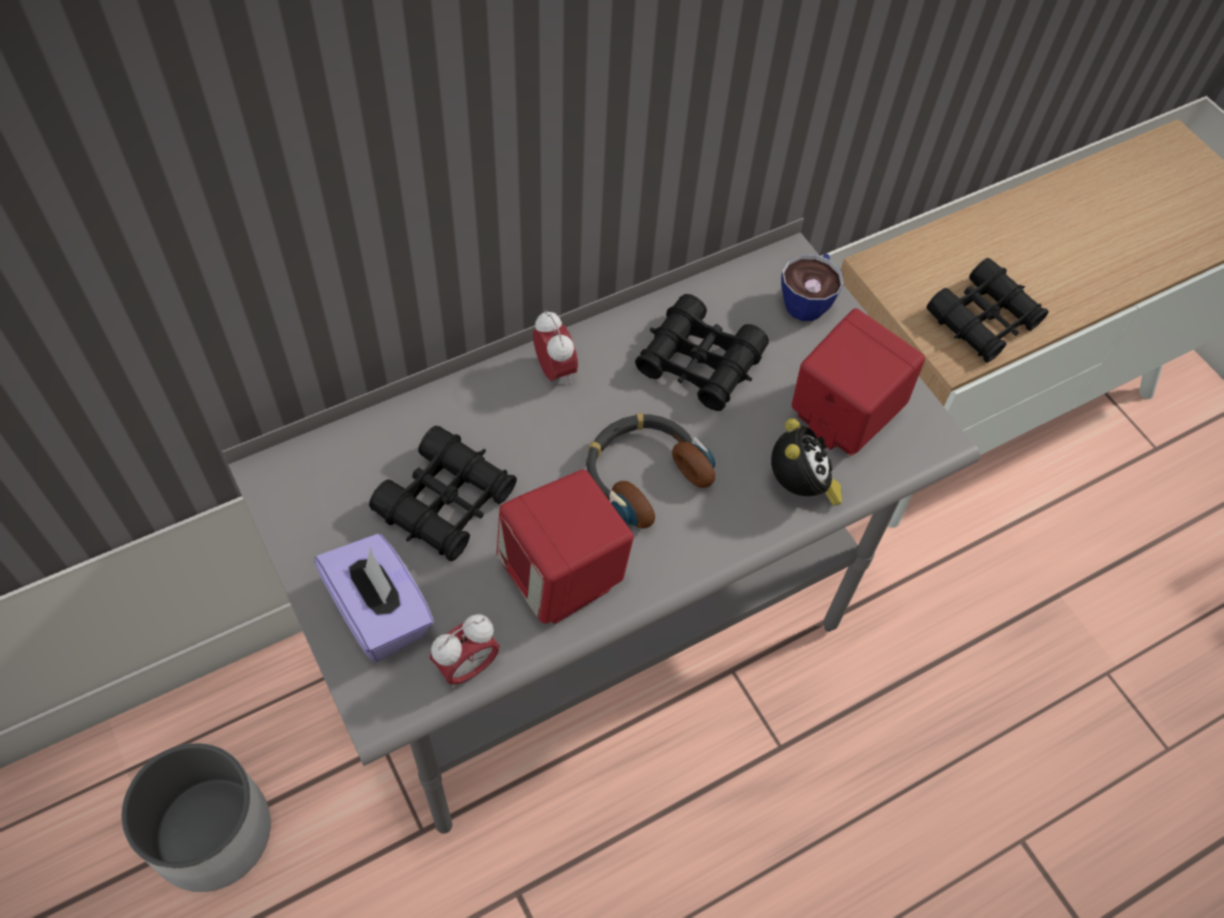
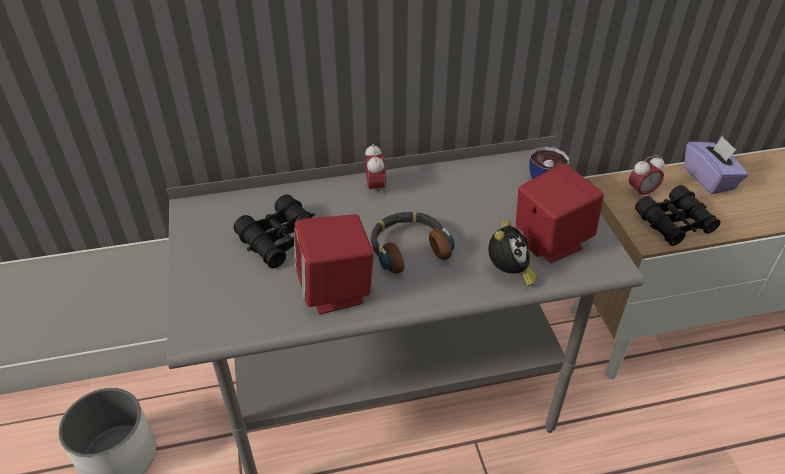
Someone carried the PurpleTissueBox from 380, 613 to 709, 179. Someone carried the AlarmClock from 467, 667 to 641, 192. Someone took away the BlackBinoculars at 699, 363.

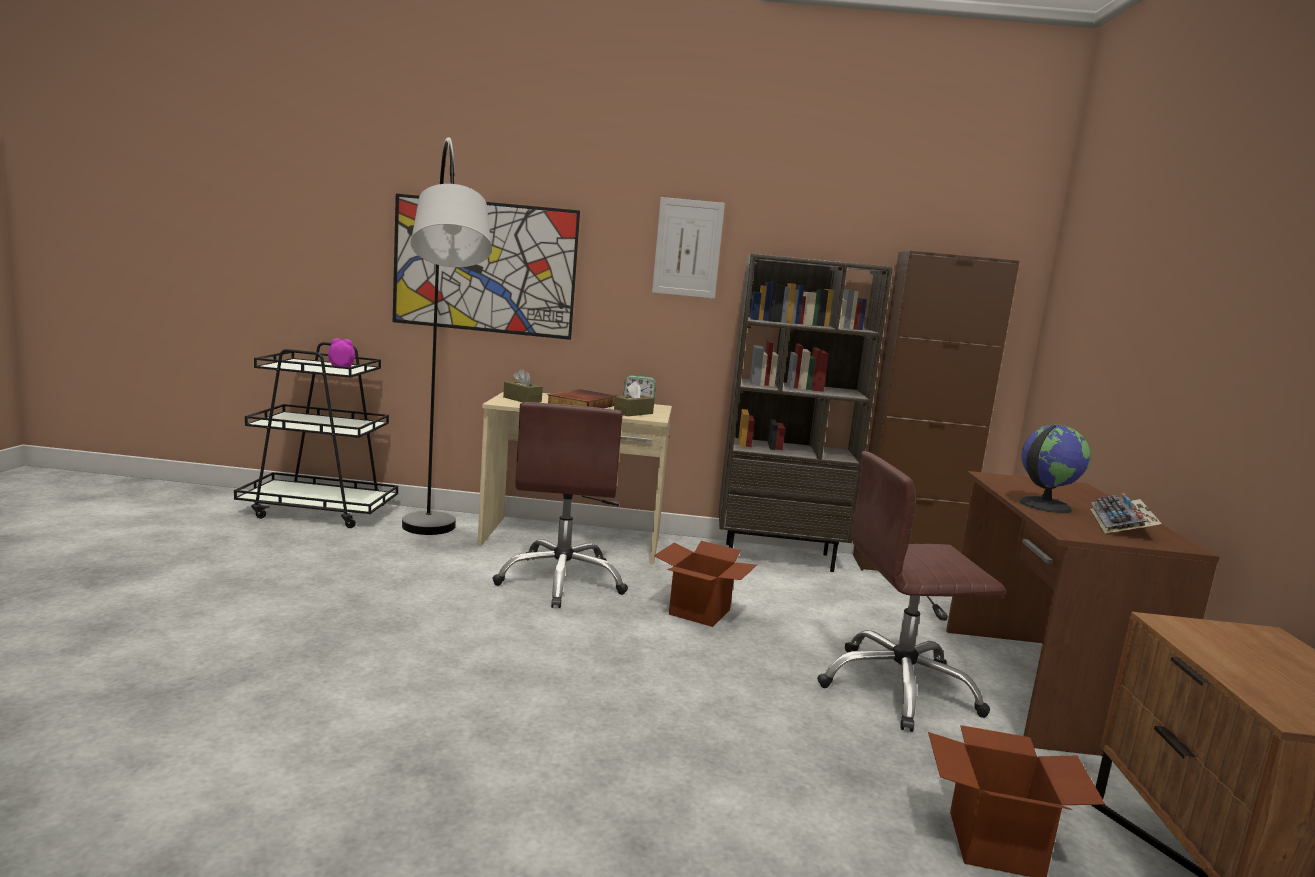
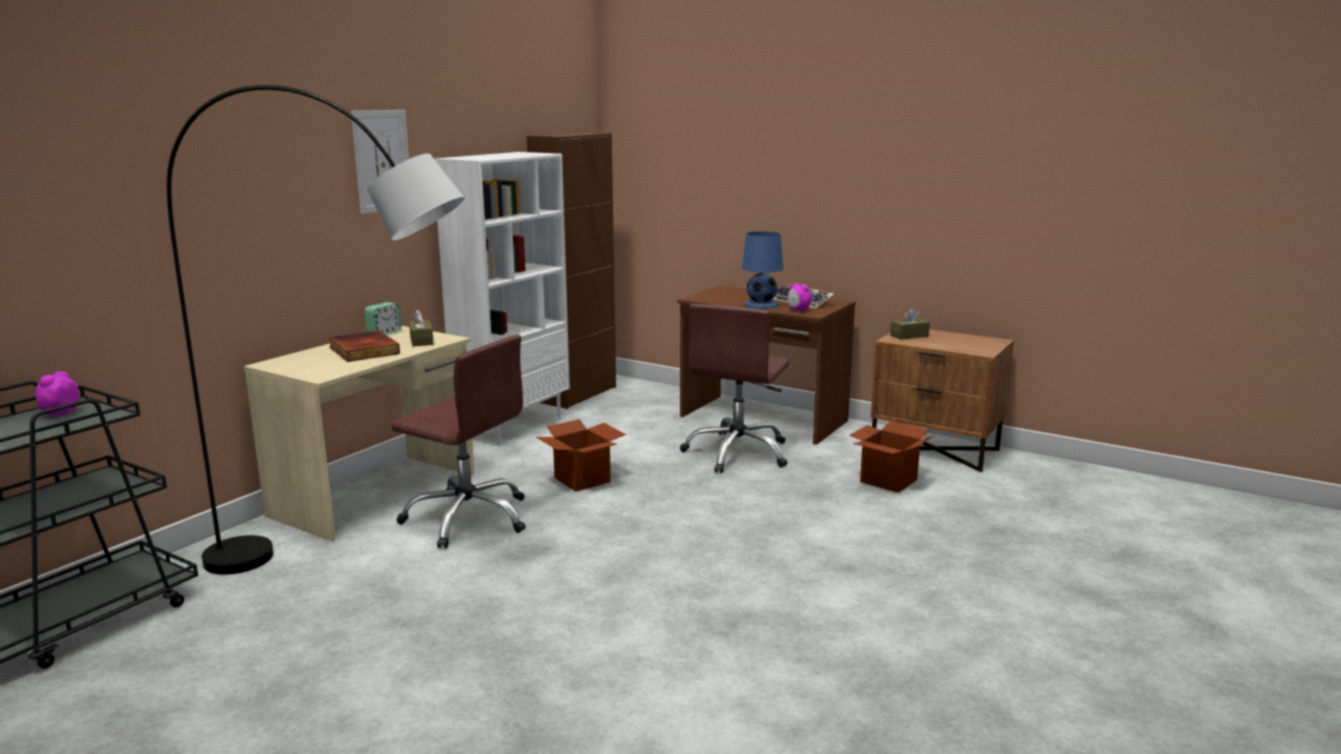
Someone took away the Picture at 484, 267. Someone carried the BrownTissueBox from 522, 399 to 909, 336. Someone repainted the BrownBookcase at 779, 557, which became the WhiteBookcase at 513, 426. Someone swapped the Globe at 1044, 505 for the BlueTableLamp at 761, 304. Someone put down the AlarmClock at 798, 310.

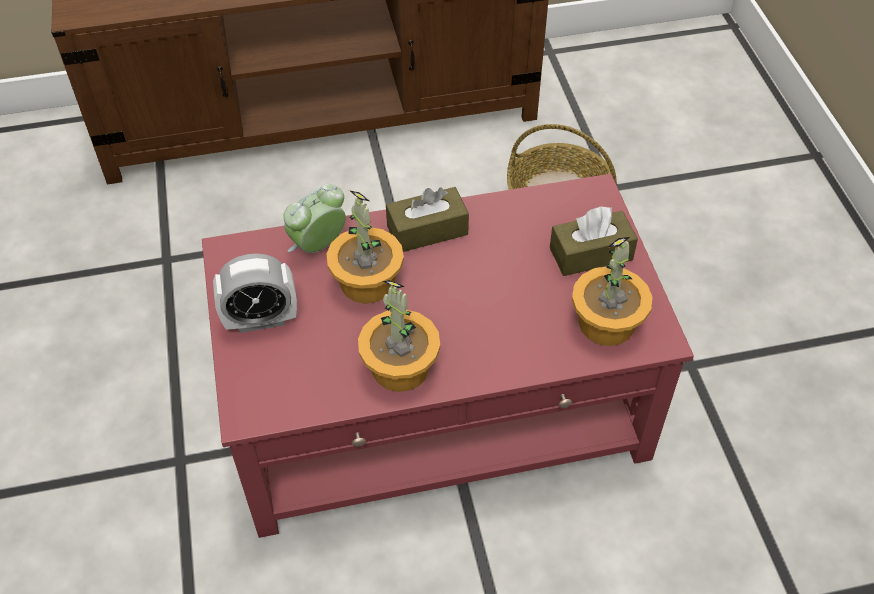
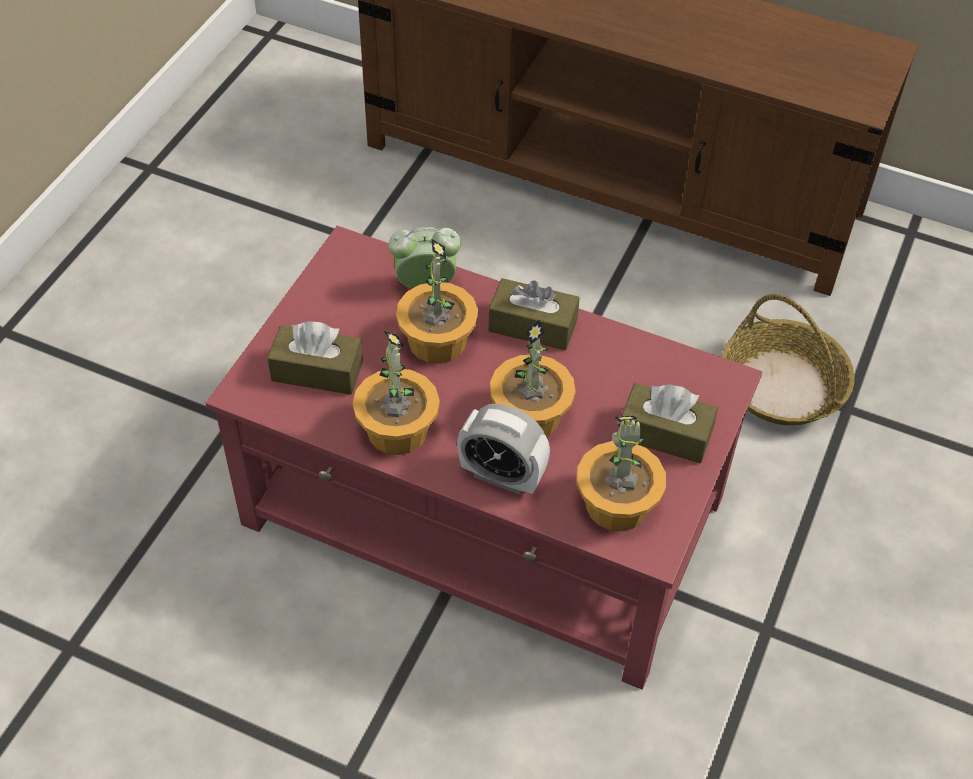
Someone carried the AlarmClock from 261, 320 to 502, 476. Someone put down the BrownTissueBox at 317, 371. Someone put down the PottedPlant at 531, 415.

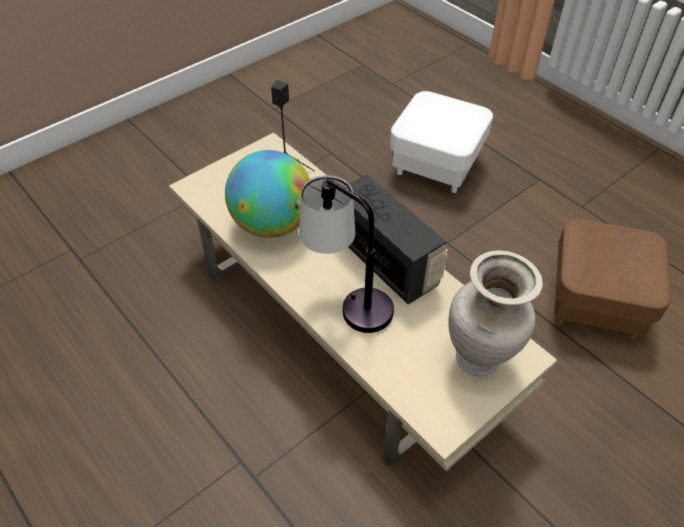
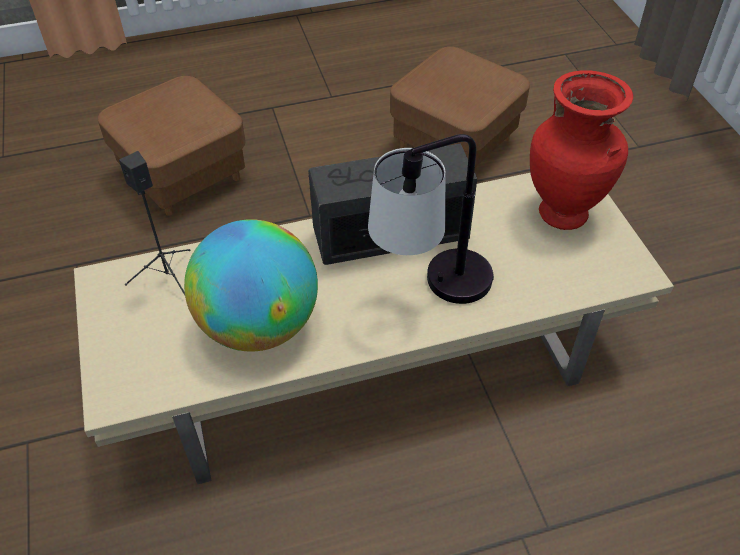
Someone repainted the WhiteOttoman at 436, 164, which became the BrownOttoman at 183, 175. Someone repainted the BeigeVase at 479, 359, which became the RedVase at 563, 213.

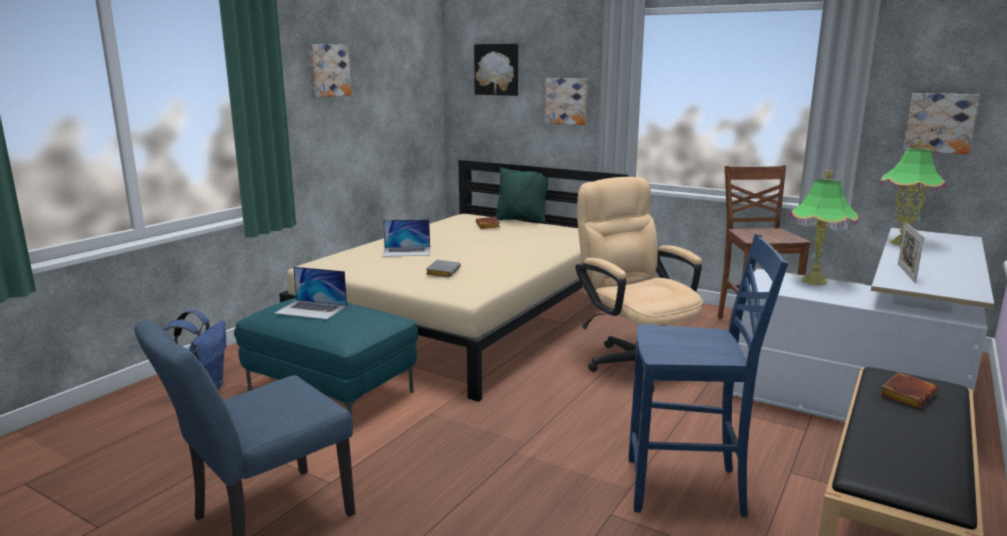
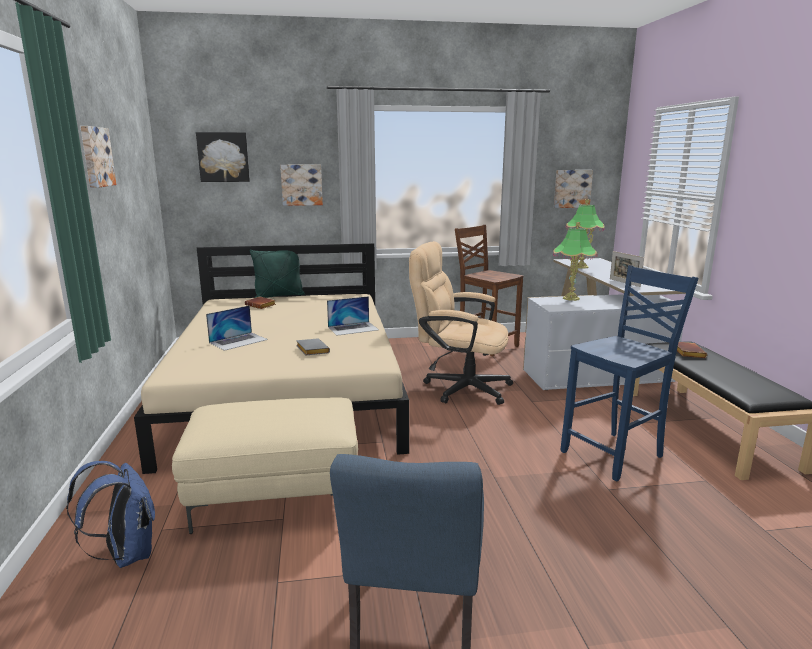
Someone repainted the TurquoiseOttoman at 332, 392, which became the BeigeOttoman at 276, 496. Someone carried the Laptop from 311, 309 to 353, 328.

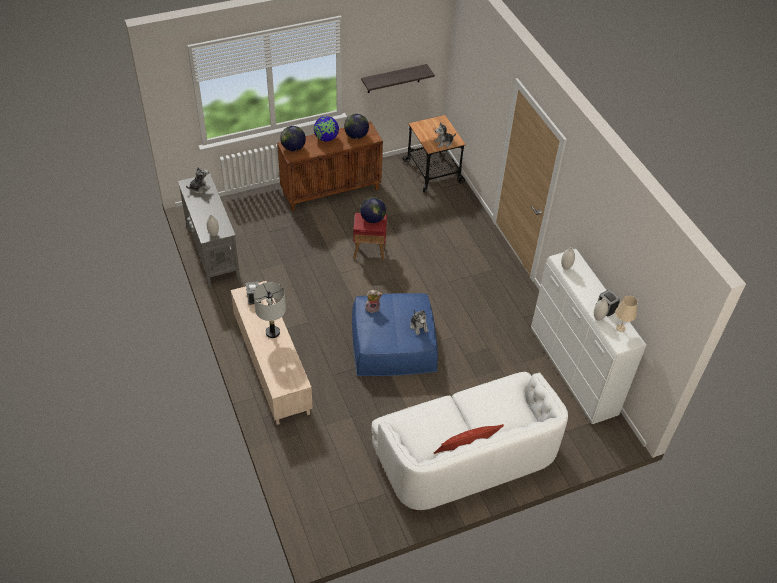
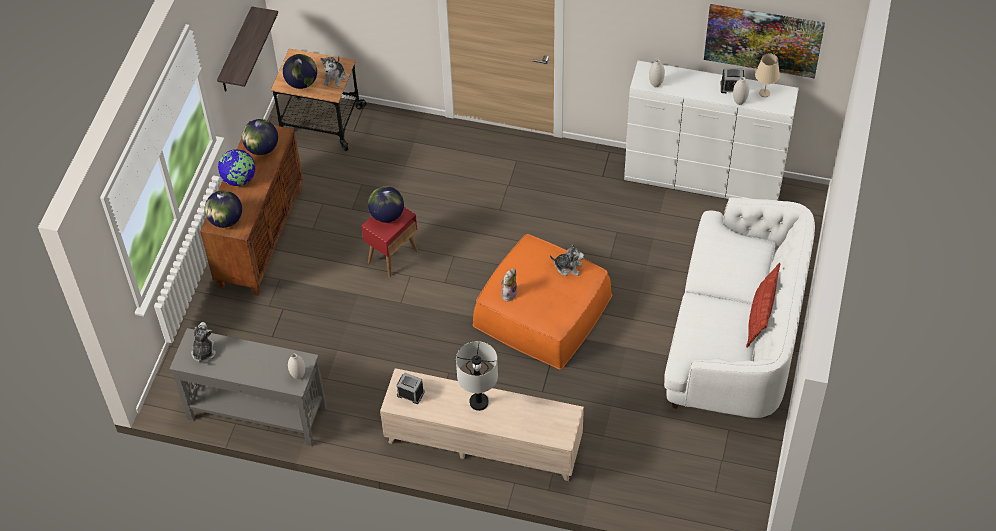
Someone repainted the BlueOttoman at 393, 342, which became the OrangeOttoman at 542, 310. Someone put down the Globe at 301, 83. Someone put up the Picture at 763, 40.

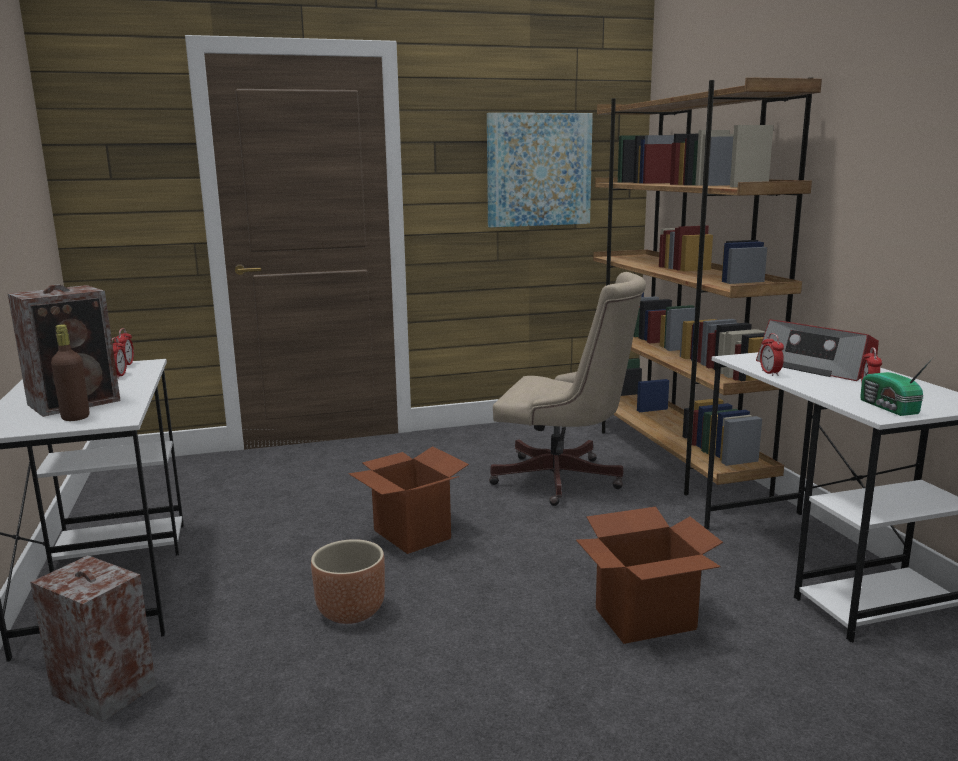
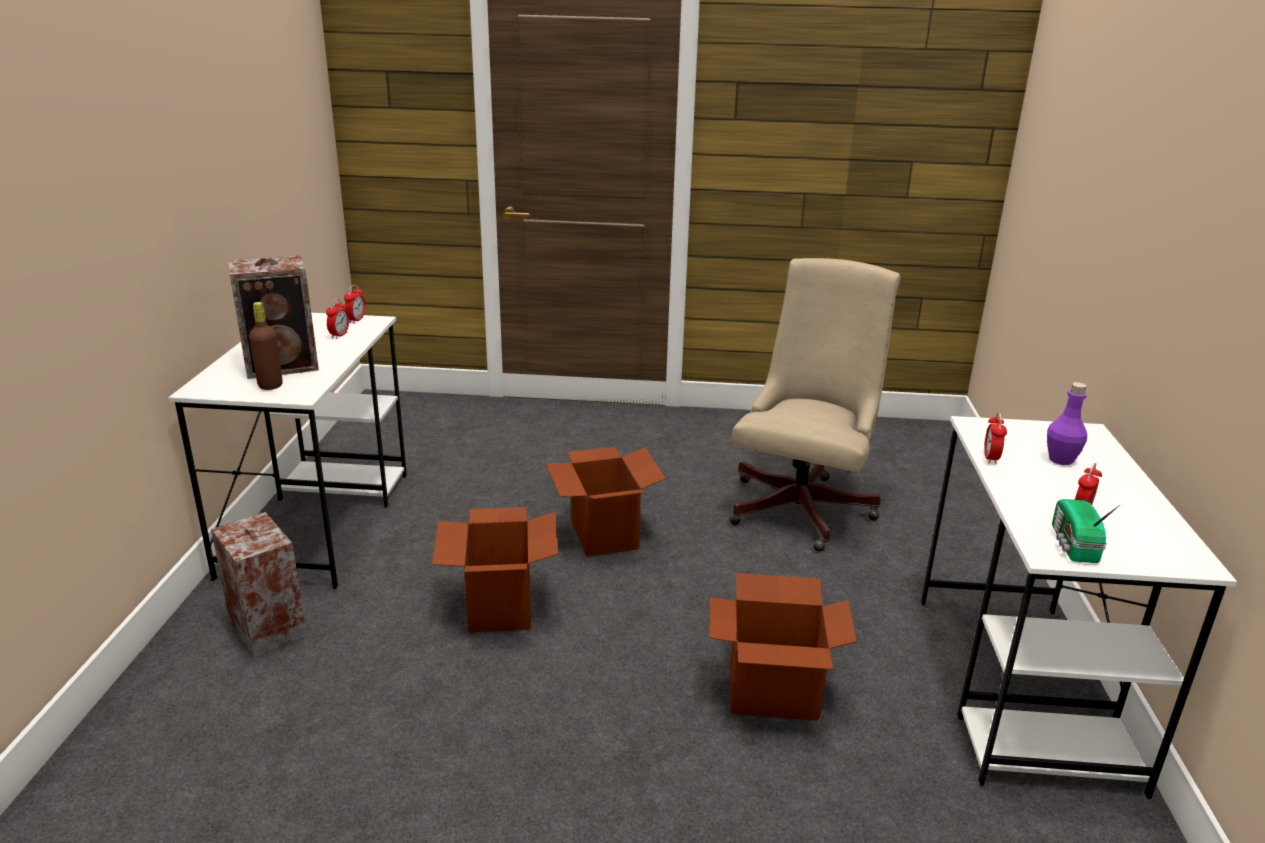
Someone swapped the BrownPlanter at 351, 611 for the CardboardBox at 500, 607. Someone took away the Picture at 538, 170. Someone rotated the BeigeOfficeChair at 565, 481 by 105 degrees counterclockwise. Someone took away the BrownBookcase at 672, 456. Someone swapped the Radio at 816, 367 for the PurpleBottle at 1060, 459.

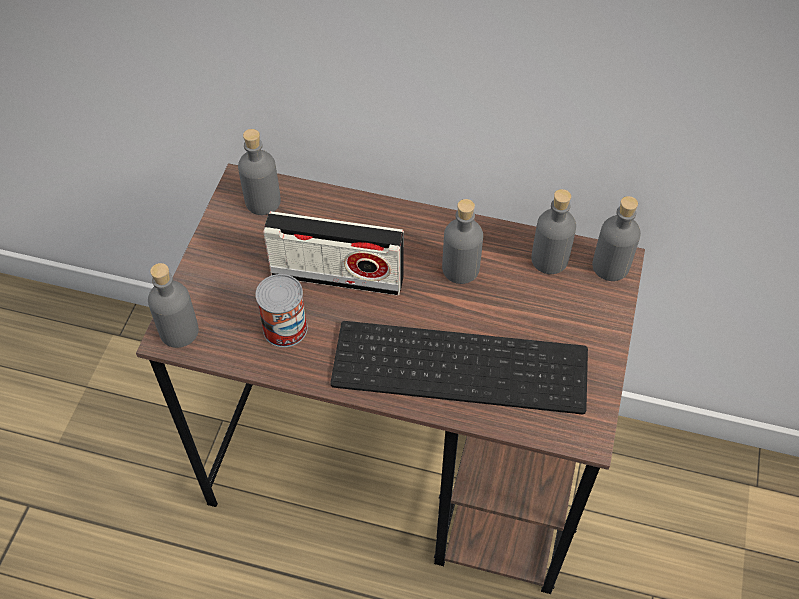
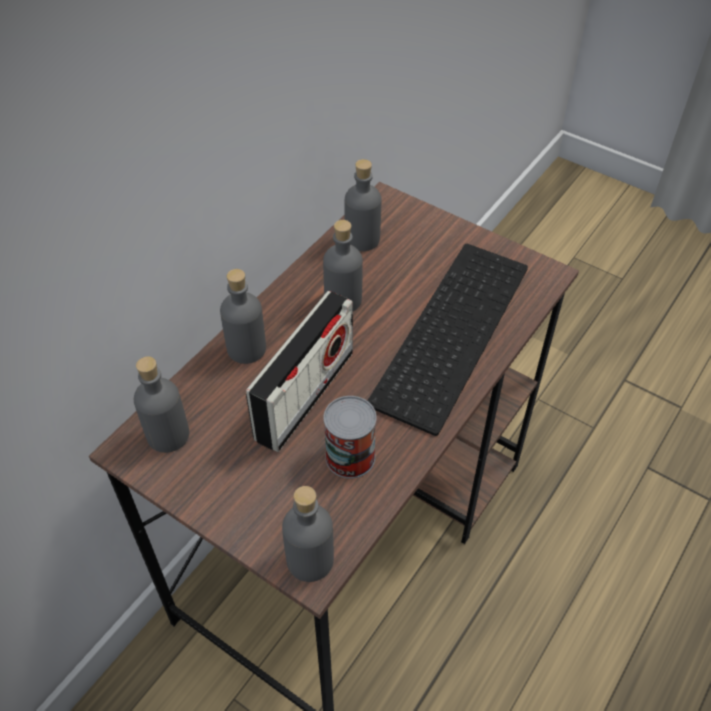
Someone carried the GreyBottle from 610, 266 to 246, 349.

